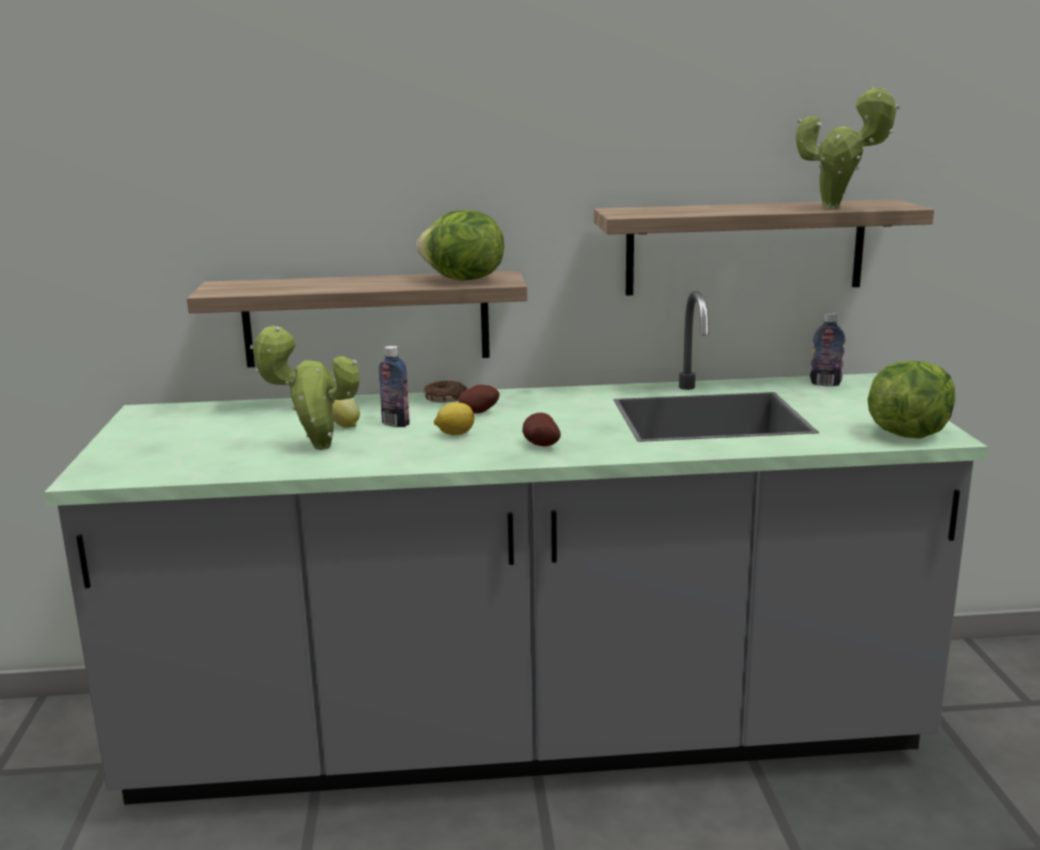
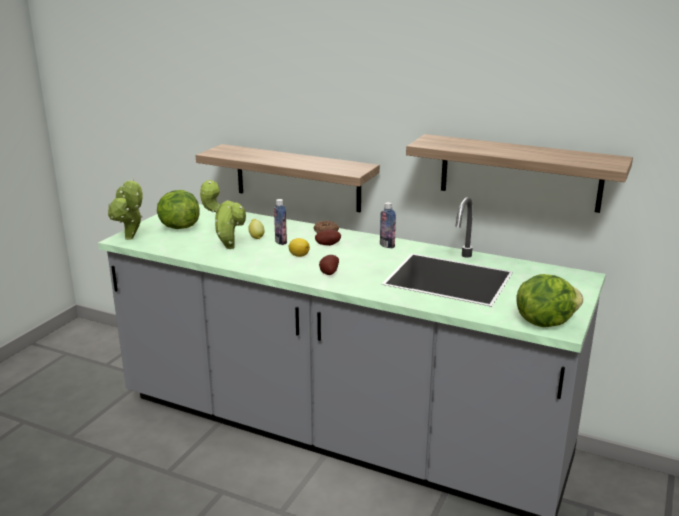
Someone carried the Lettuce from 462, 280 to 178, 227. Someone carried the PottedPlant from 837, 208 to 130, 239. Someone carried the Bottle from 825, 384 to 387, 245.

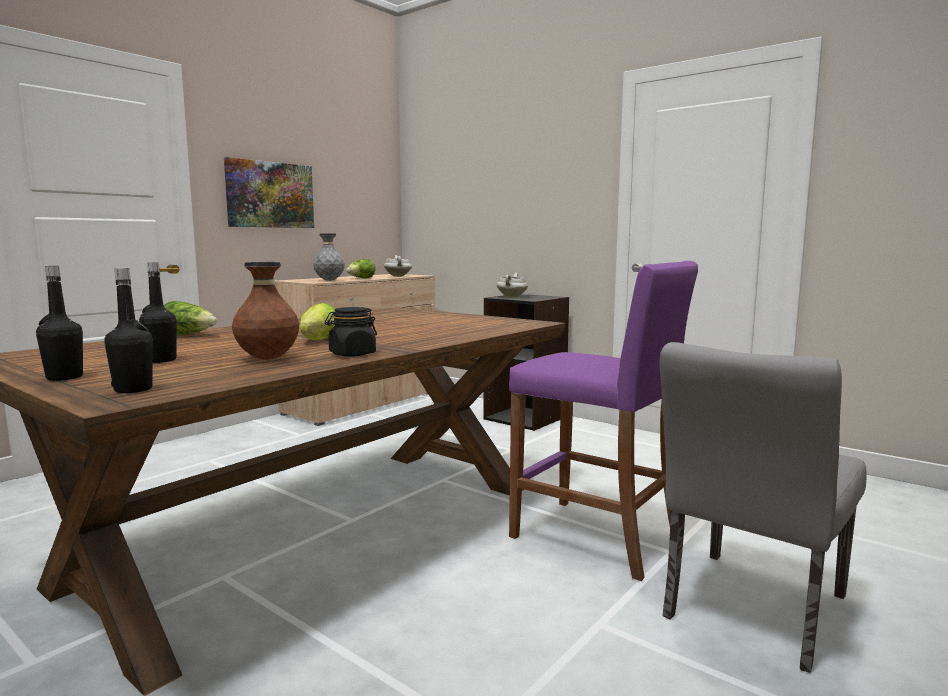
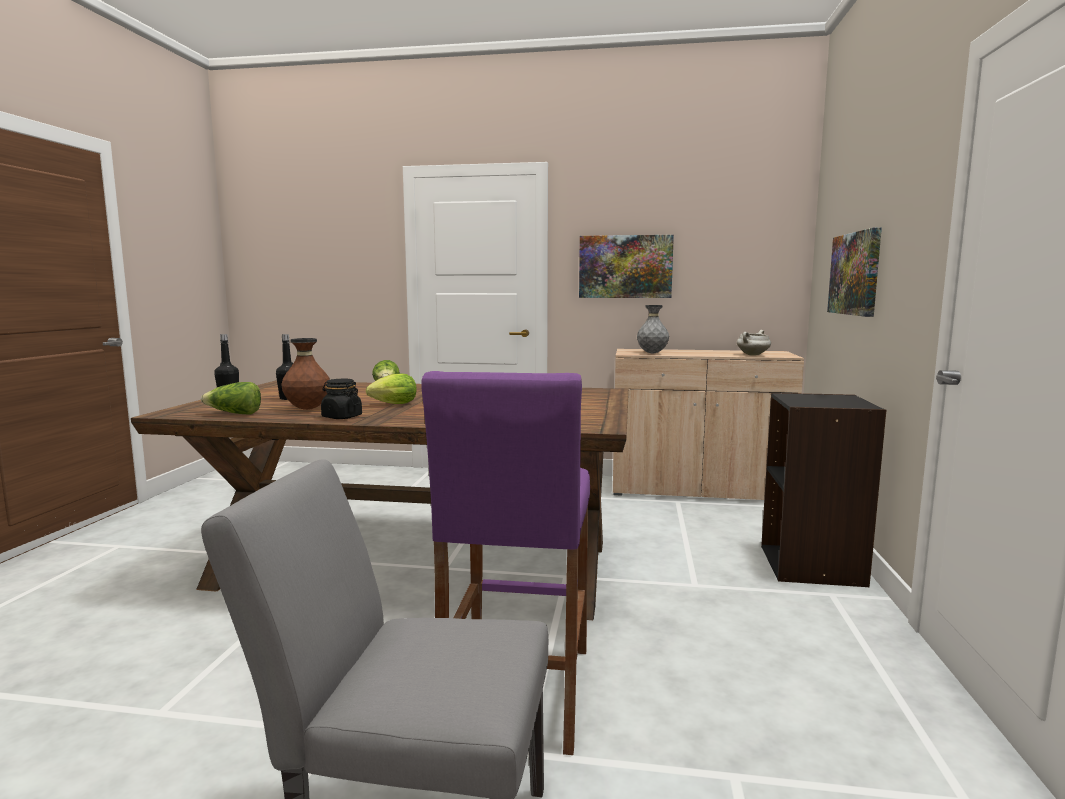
Someone took away the BlackBottle at 133, 389. Someone carried the Lettuce from 360, 278 to 234, 414. Someone took away the WhiteCookingPot at 512, 297. Someone put up the Picture at 855, 274.

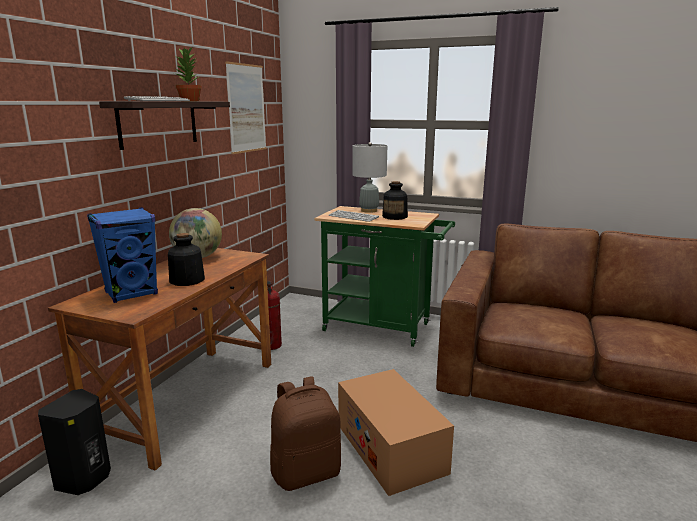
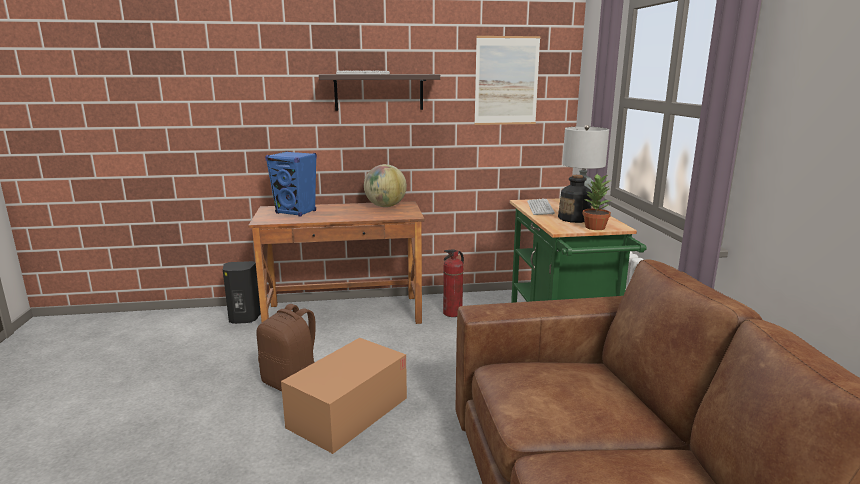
Someone took away the Bottle at 187, 280. Someone carried the PottedPlant from 190, 101 to 595, 227.

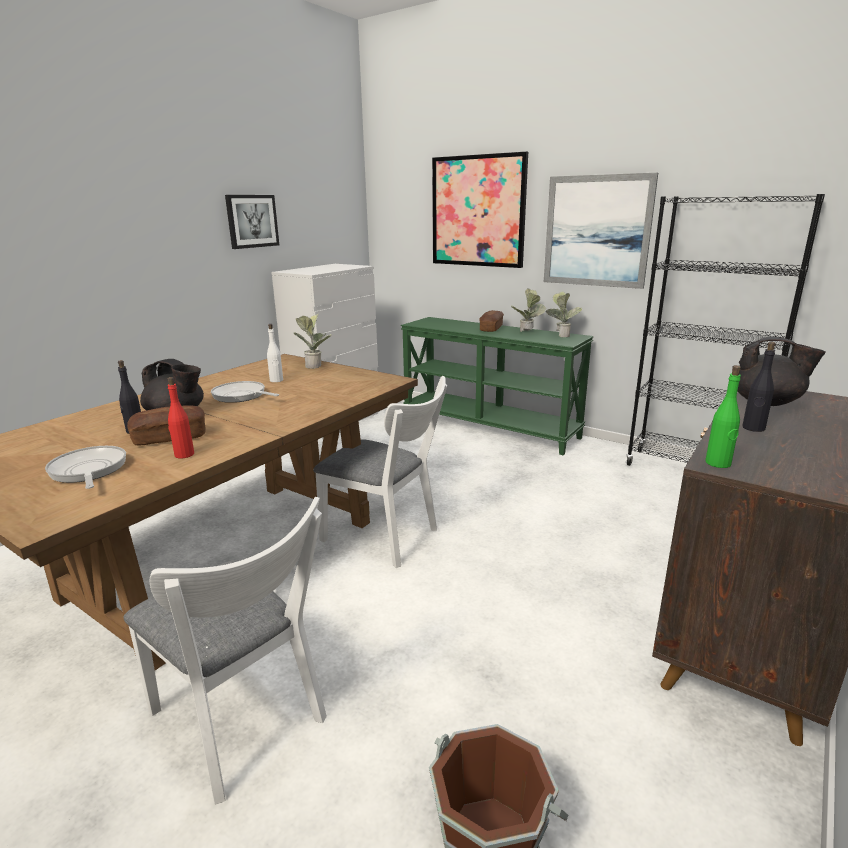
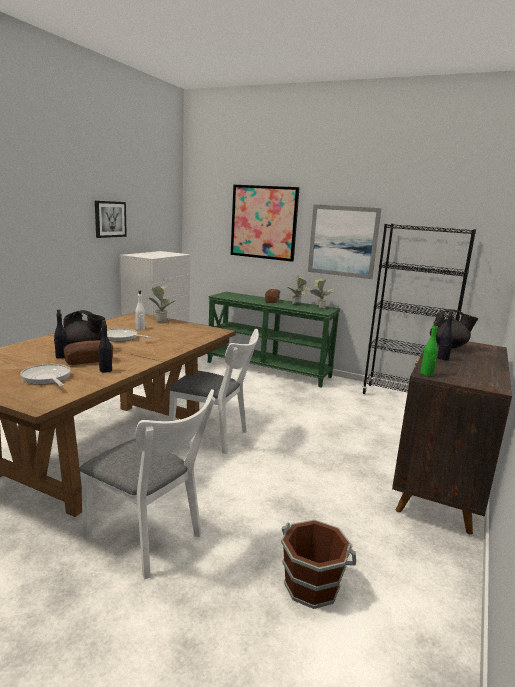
Someone repainted the RedBottle at 184, 454, which became the BlackBottle at 105, 370.

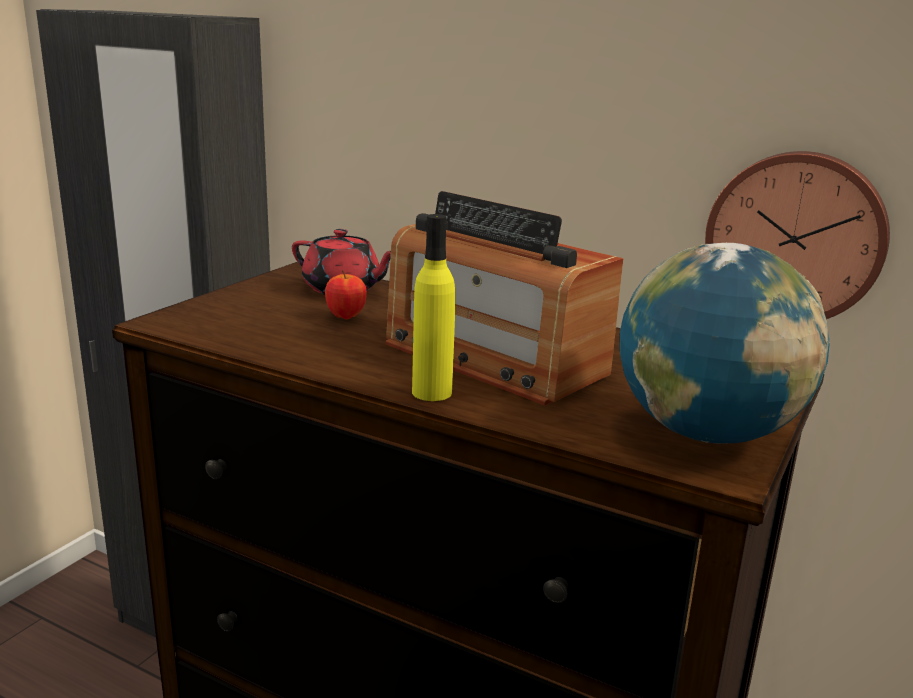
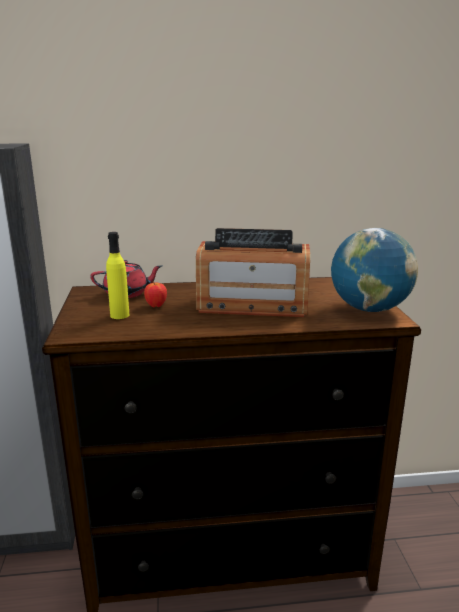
Someone carried the YellowBottle from 432, 392 to 119, 315. Someone took away the WallClock at 795, 237.

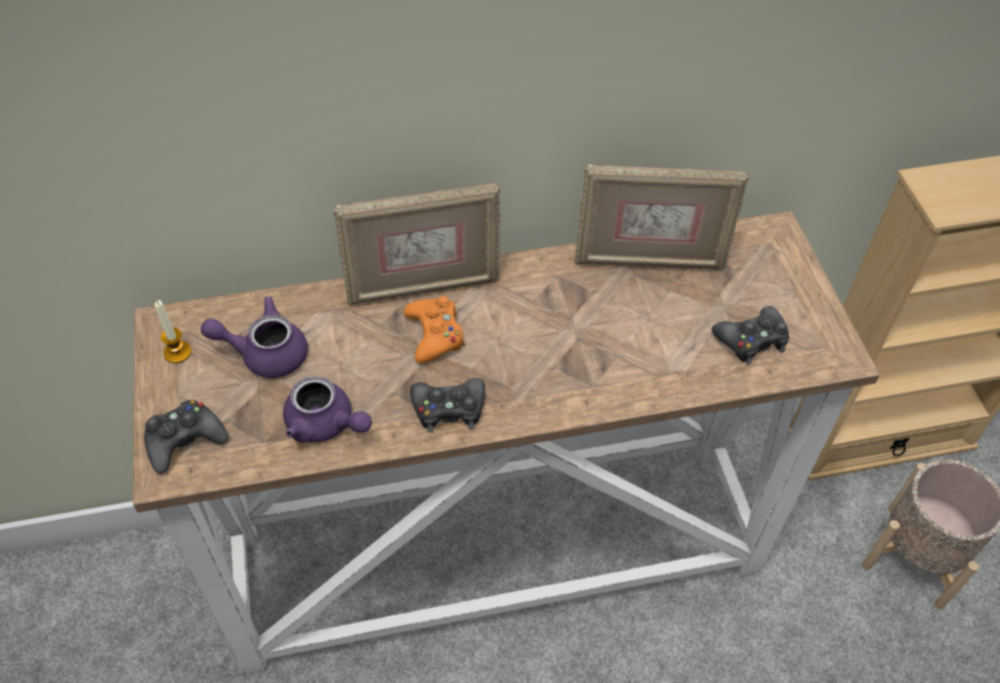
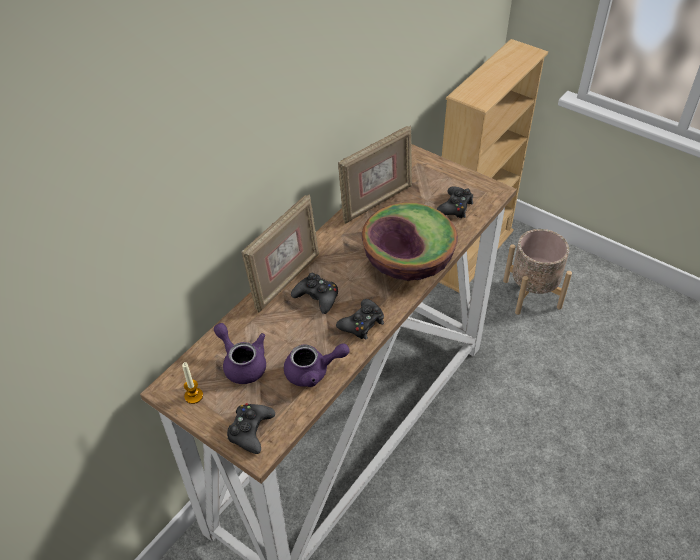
Someone rotated the PurpleTeapot at 265, 353 by 90 degrees clockwise. Someone repainted the OrangeGameController at 435, 335, which became the BlackGameController at 317, 297. Someone put down the Bowl at 407, 262.

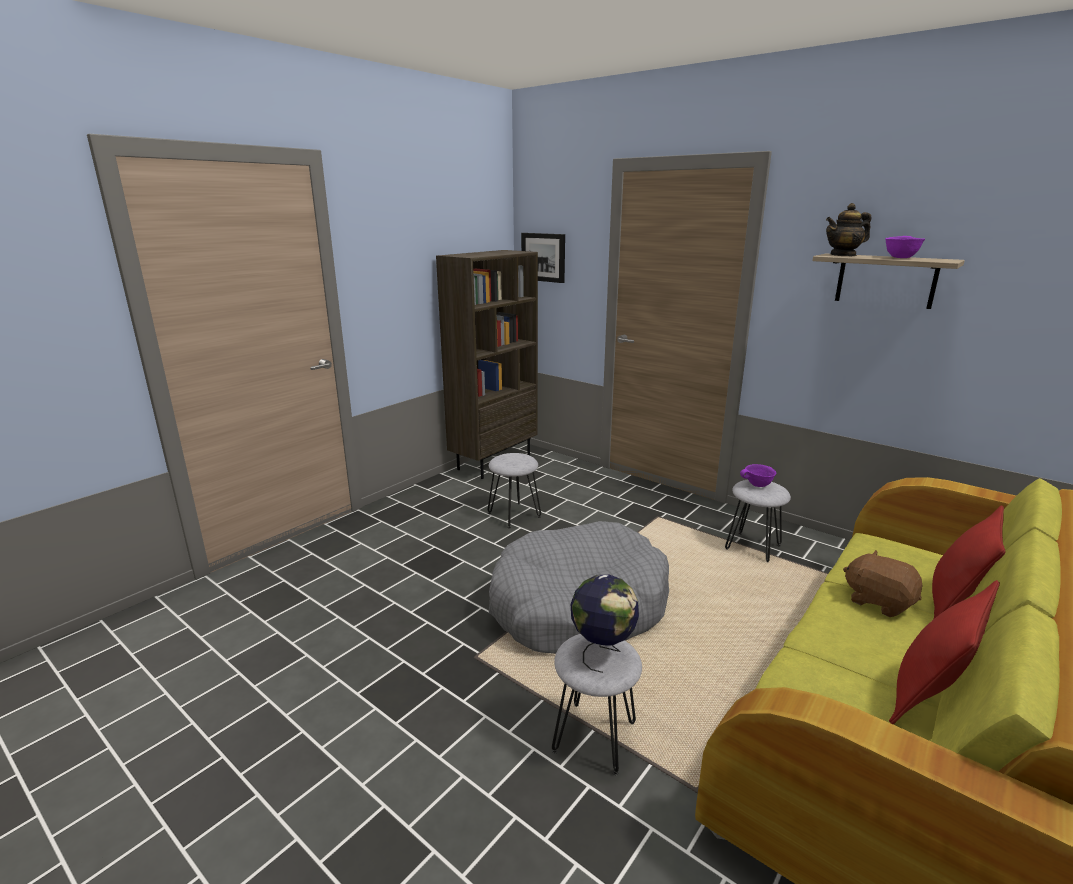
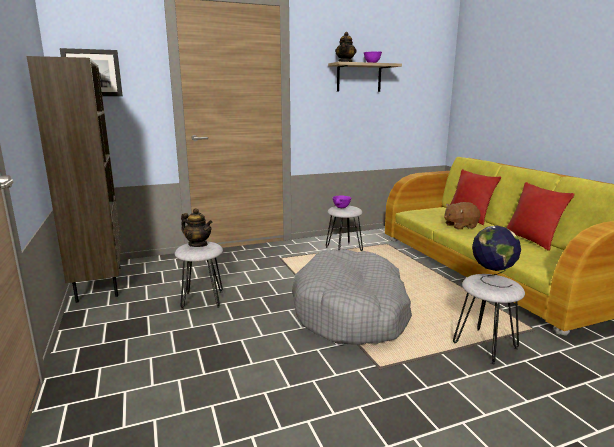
Someone put down the Teapot at 198, 244.

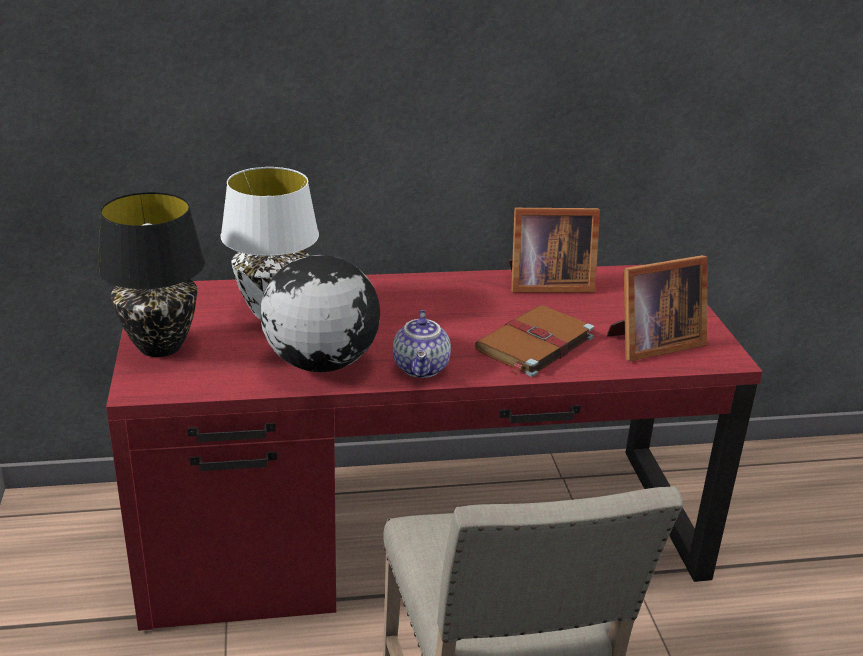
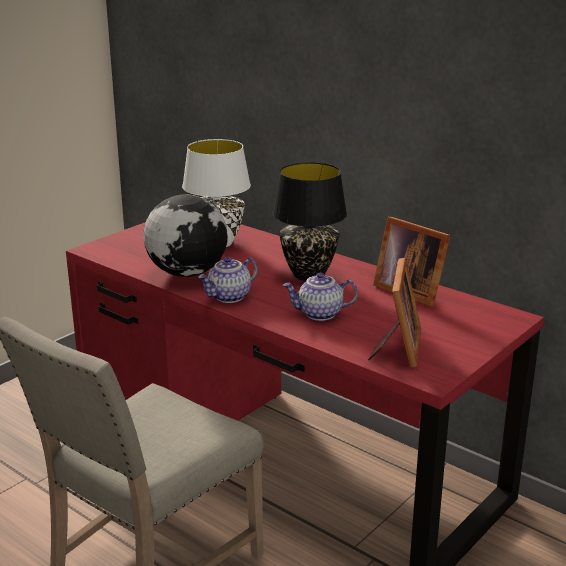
Someone carried the BlackTableLamp from 161, 346 to 309, 275. Someone swapped the BrownBook at 533, 344 for the Teapot at 319, 314. Someone rotated the PictureFrame at 651, 344 by 105 degrees counterclockwise.

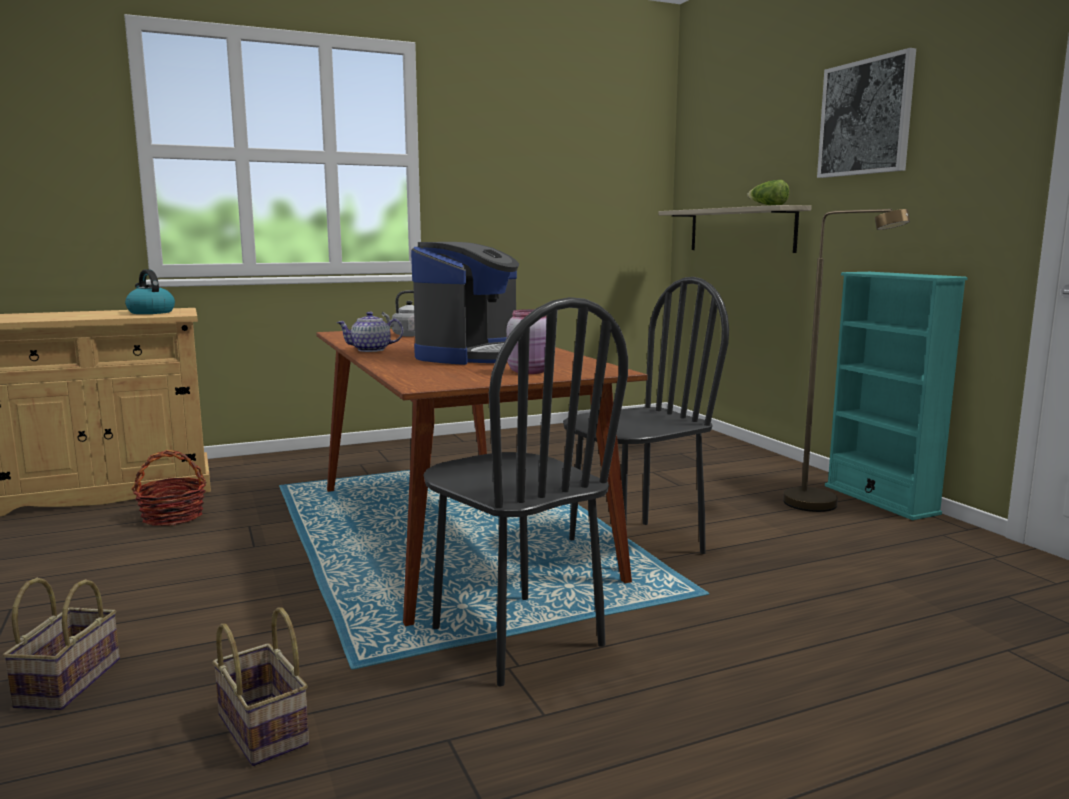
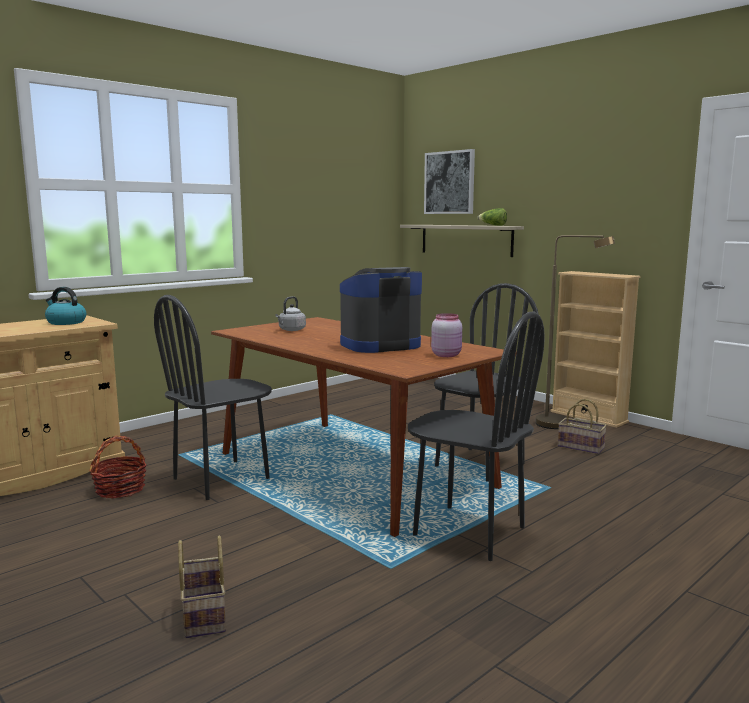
Someone carried the Basket from 266, 730 to 582, 447. Someone took away the Teapot at 371, 350. Someone rotated the CoffeeMachine at 472, 356 by 120 degrees counterclockwise. Someone carried the Picture from 866, 118 to 449, 182. Someone repainted the TurquoiseBookcase at 880, 499, which became the BeigeBookcase at 588, 417. Someone put down the BlackChair at 221, 479.

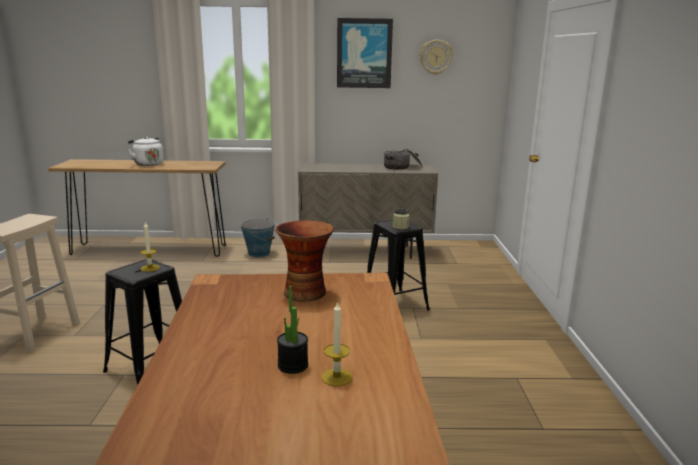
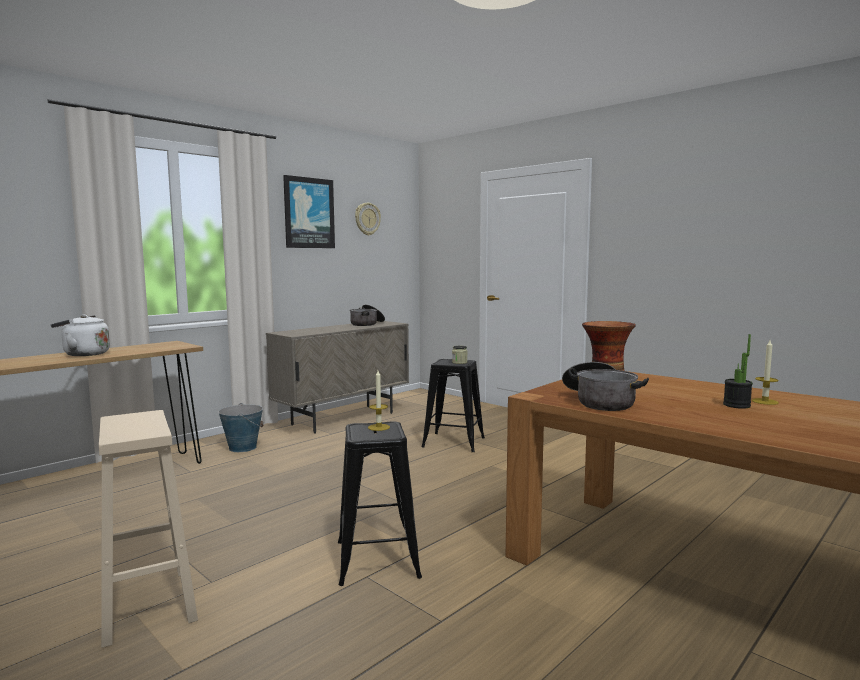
Someone put down the CookingPot at 599, 401.

